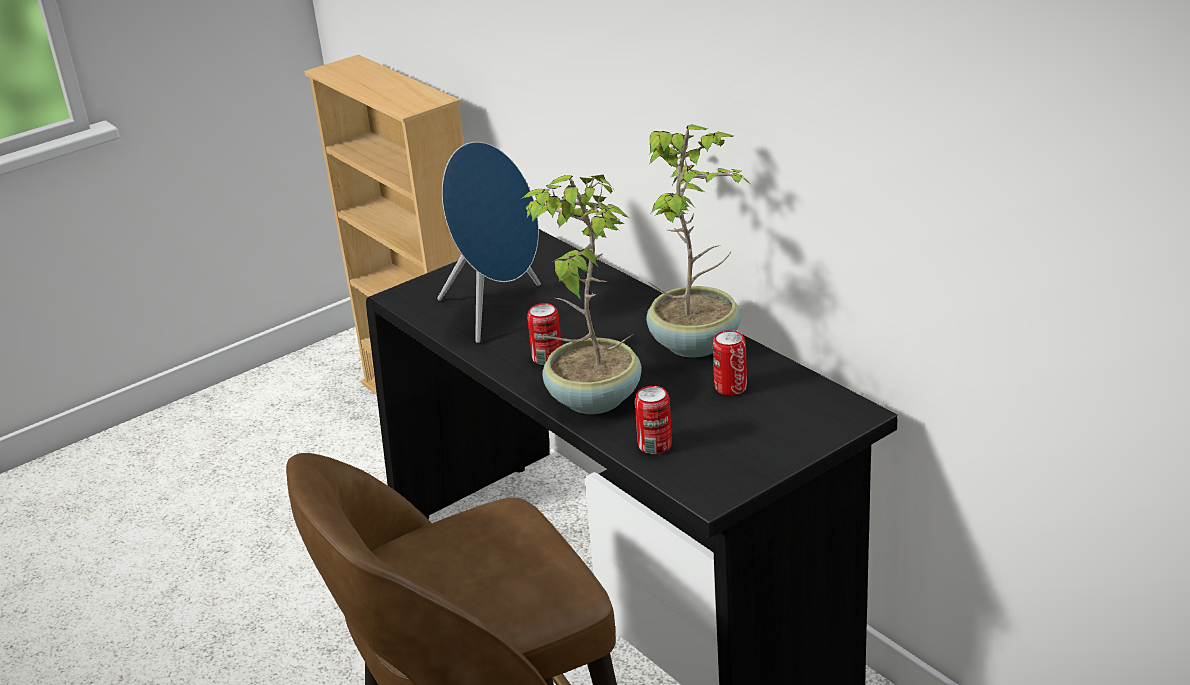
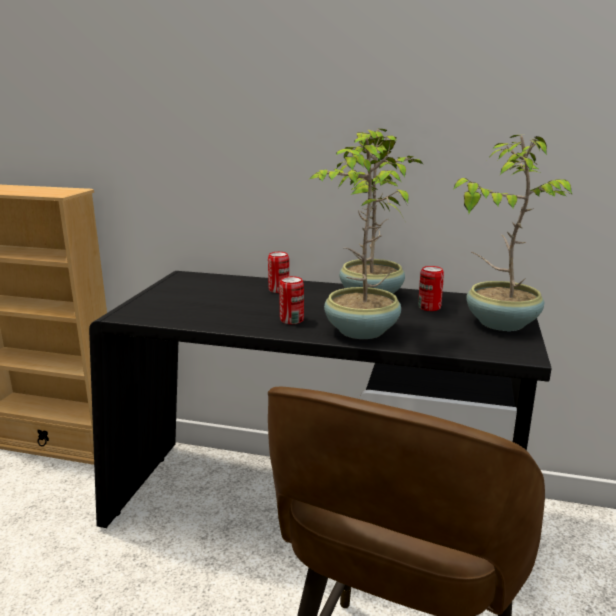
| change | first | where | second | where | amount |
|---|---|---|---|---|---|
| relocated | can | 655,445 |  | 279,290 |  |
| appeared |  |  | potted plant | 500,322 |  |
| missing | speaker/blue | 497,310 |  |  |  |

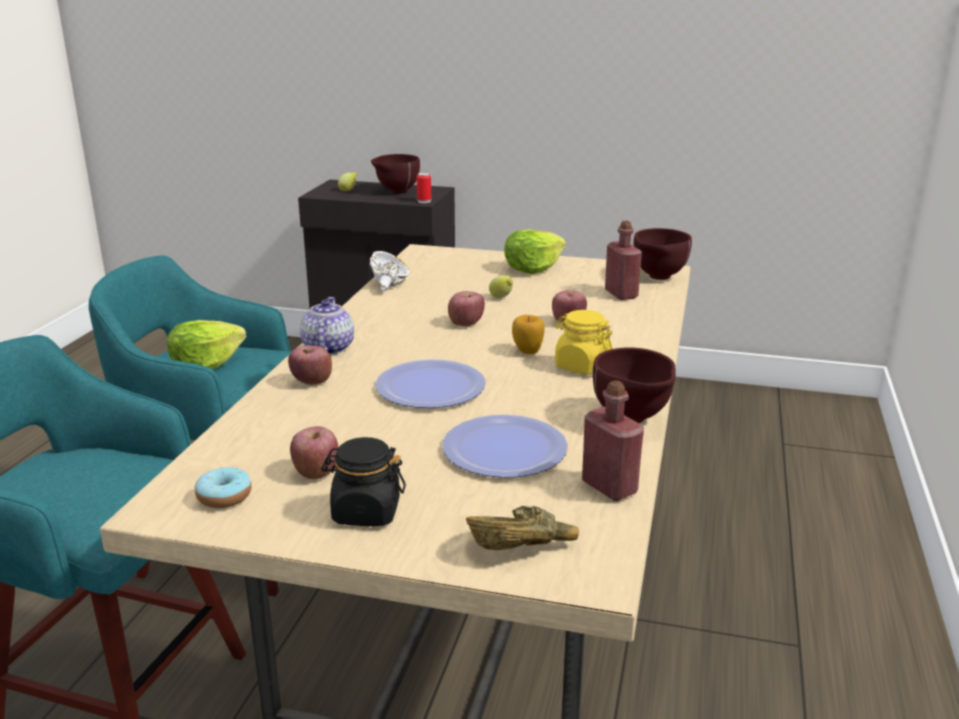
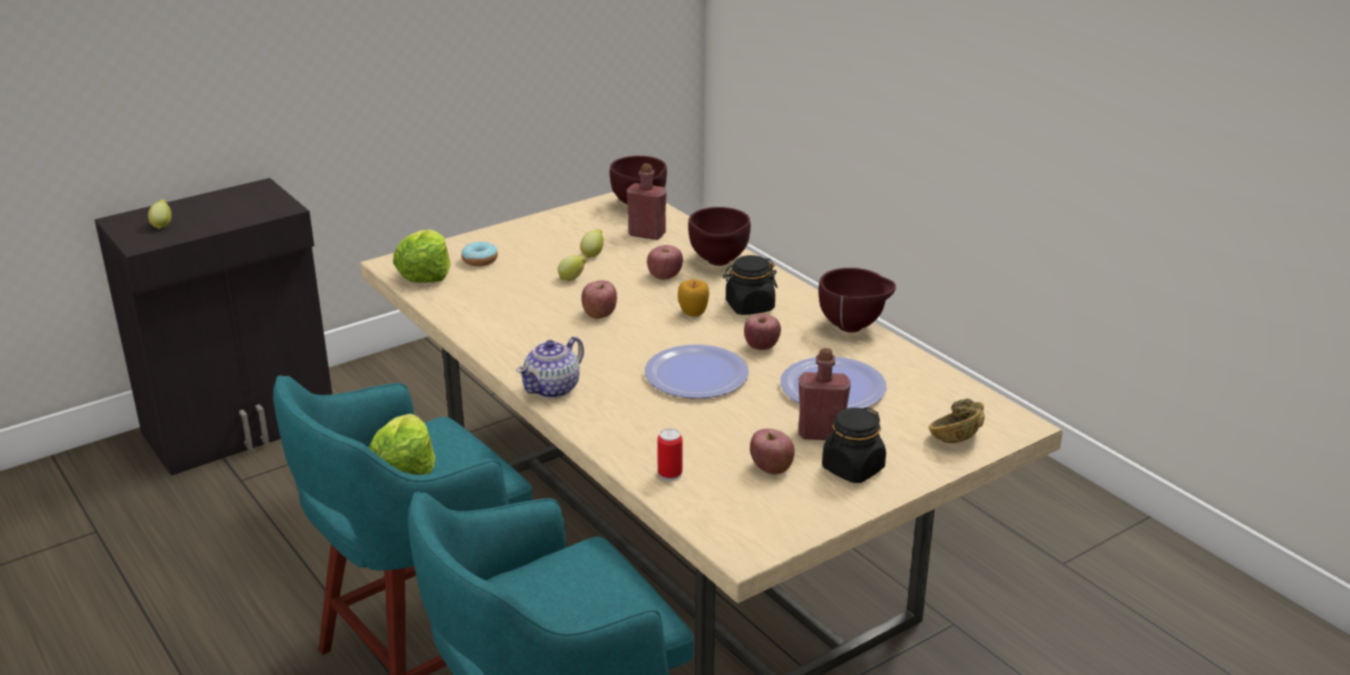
| change | first | where | second | where | amount |
|---|---|---|---|---|---|
| relocated | lettuce | 532,268 |  | 425,274 |  |
| relocated | donut | 224,497 |  | 480,260 |  |
| spun | teapot | 327,348 |  | 553,388 | 90 degrees counterclockwise |
| appeared |  |  | lemon | 593,254 |  |
| relocated | can | 424,201 |  | 670,474 |  |
| relocated | bowl/brown | 396,192 |  | 718,263 |  |
| colour | jar/yellow | 582,366 | jar/black | 749,306 |  |
| relocated | apple | 312,382 |  | 761,347 |  |
| relocated | bottle/red | 609,487 |  | 821,433 |  |
| missing | bowl/white | 390,285 |  |  |  |

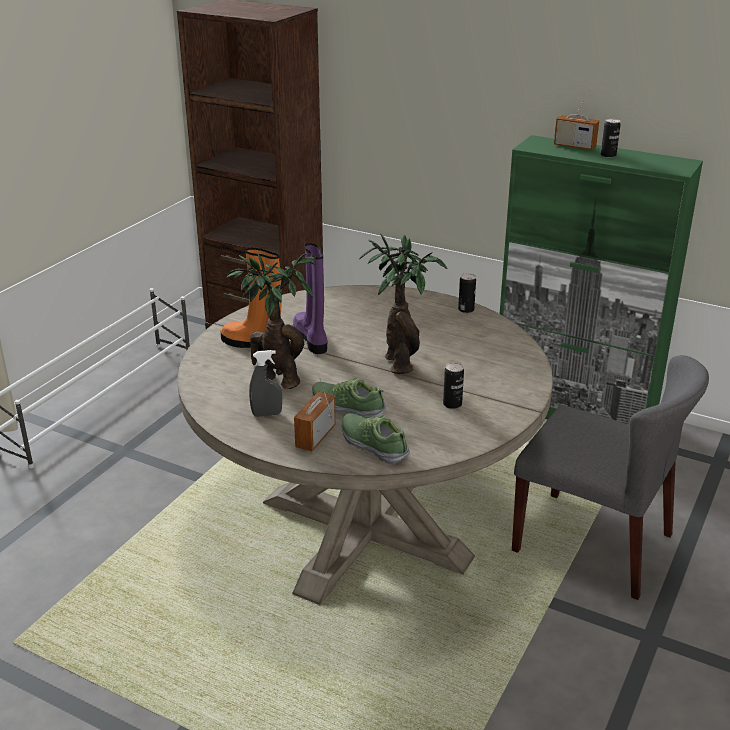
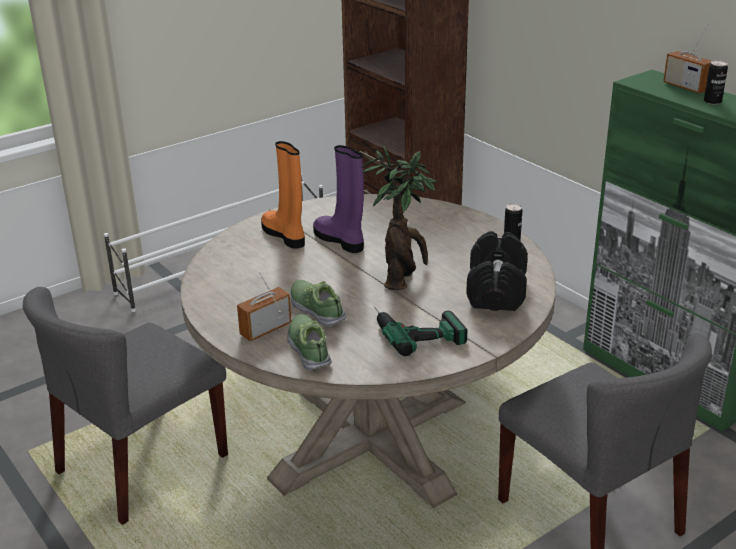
| change | first | where | second | where | amount |
|---|---|---|---|---|---|
| appeared |  |  | chair/grey | 142,465 |  |
| spun | boot/purple | 312,339 |  | 340,240 | 45 degrees counterclockwise |
| exchanged | can | 452,404 | power drill | 415,329 |  |
| appeared |  |  | dumbbell/black | 496,291 |  |
| missing | potted plant | 274,379 |  |  |  |
| missing | spray bottle/grey | 267,414 |  |  |  |

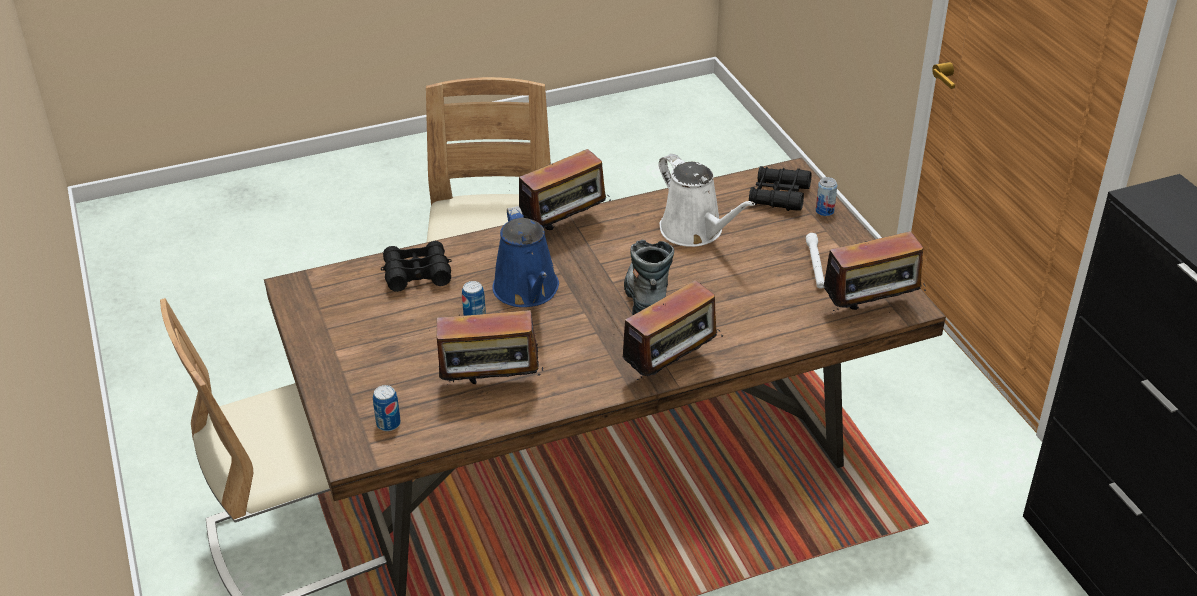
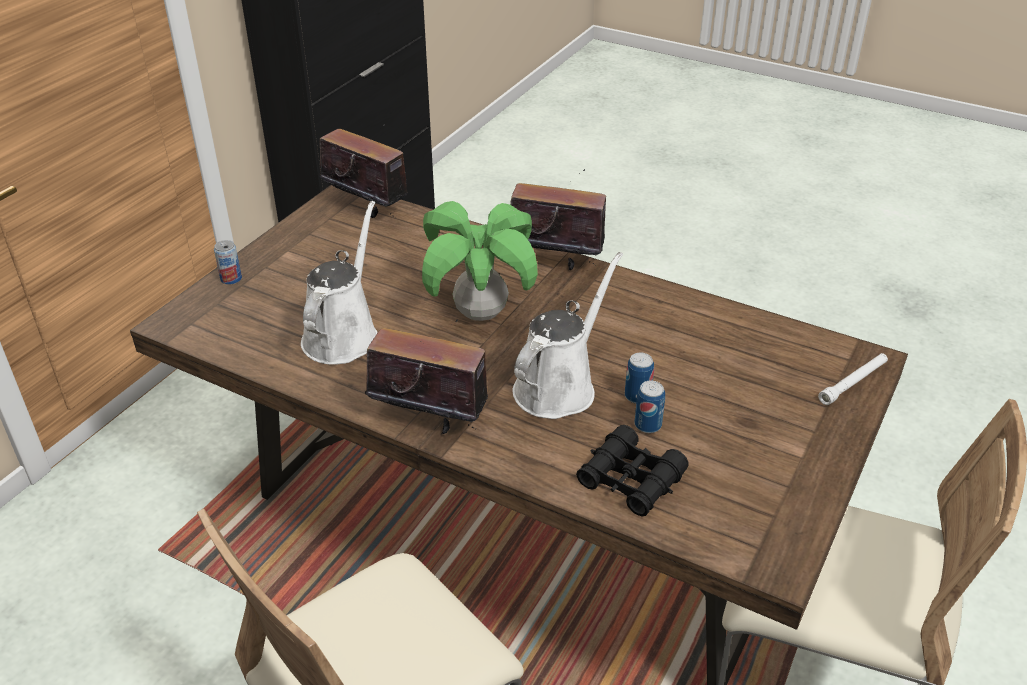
| change | first | where | second | where | amount |
|---|---|---|---|---|---|
| exchanged | boot | 648,298 | potted plant | 481,313 |  |
| colour | watering can/blue | 528,291 | watering can/white | 559,386 |  |
| relocated | can | 388,424 |  | 647,425 |  |
| relocated | flashlight/white | 815,265 |  | 853,383 |  |
| missing | radio | 491,387 |  |  |  |
| missing | binoculars/black | 779,196 |  |  |  |

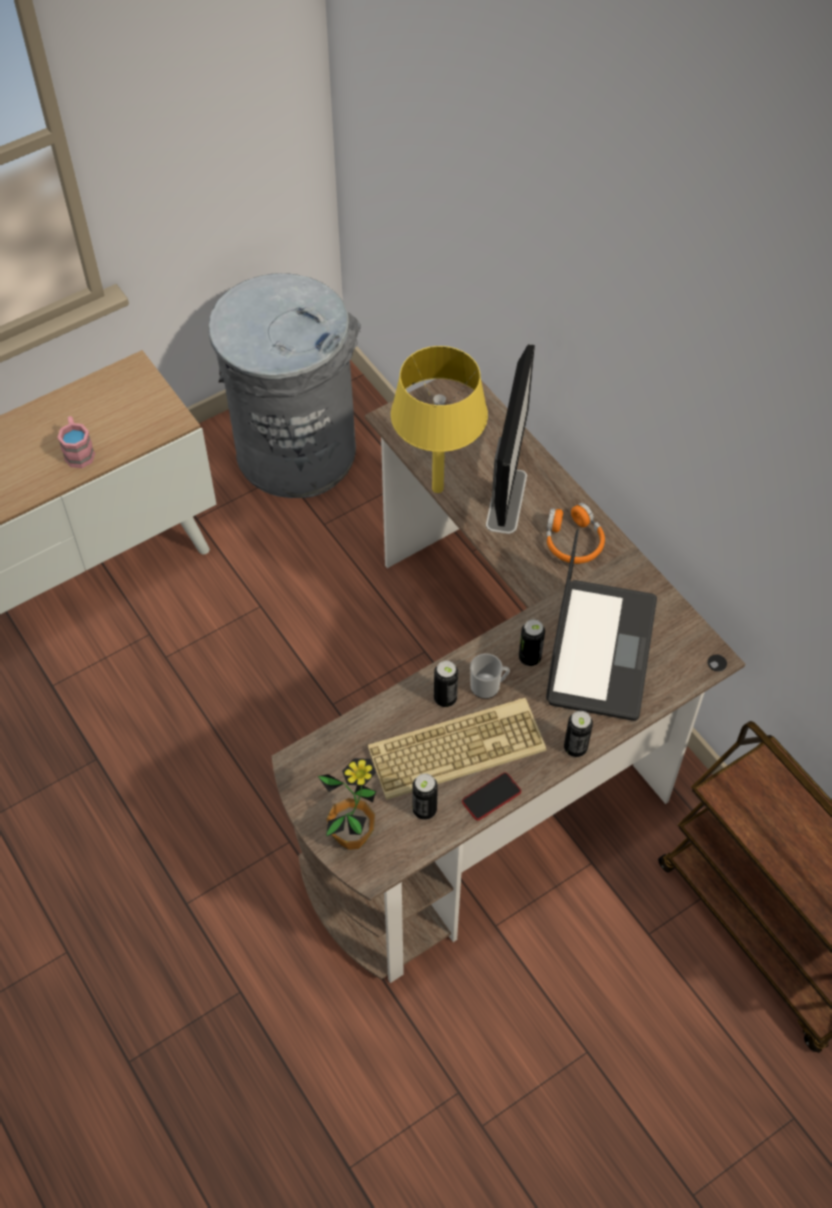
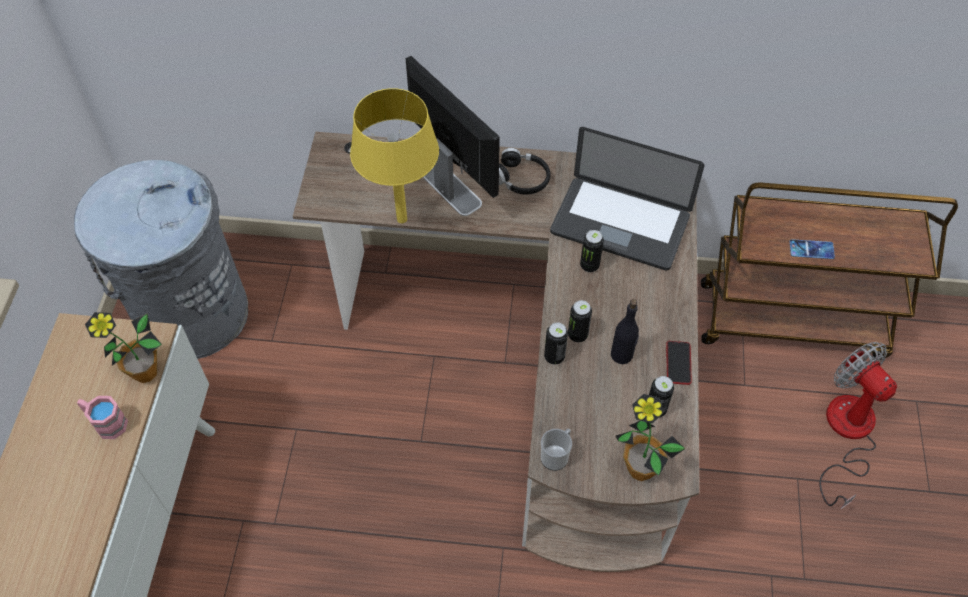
| change | first | where | second | where | amount |
|---|---|---|---|---|---|
| appeared |  |  | potted plant | 145,372 |  |
| colour | headphones/orange | 573,541 | headphones/black | 521,179 |  |
| relocated | mug | 488,686 |  | 556,455 |  |
| relocated | can | 575,748 |  | 554,357 |  |
| spun | laptop | 601,651 |  | 620,224 | 150 degrees clockwise |
| exchanged | keyboard | 457,746 | bottle/black | 622,355 |  |
| appeared |  |  | phone | 811,249 |  |
| appeared |  |  | fan | 847,433 |  |

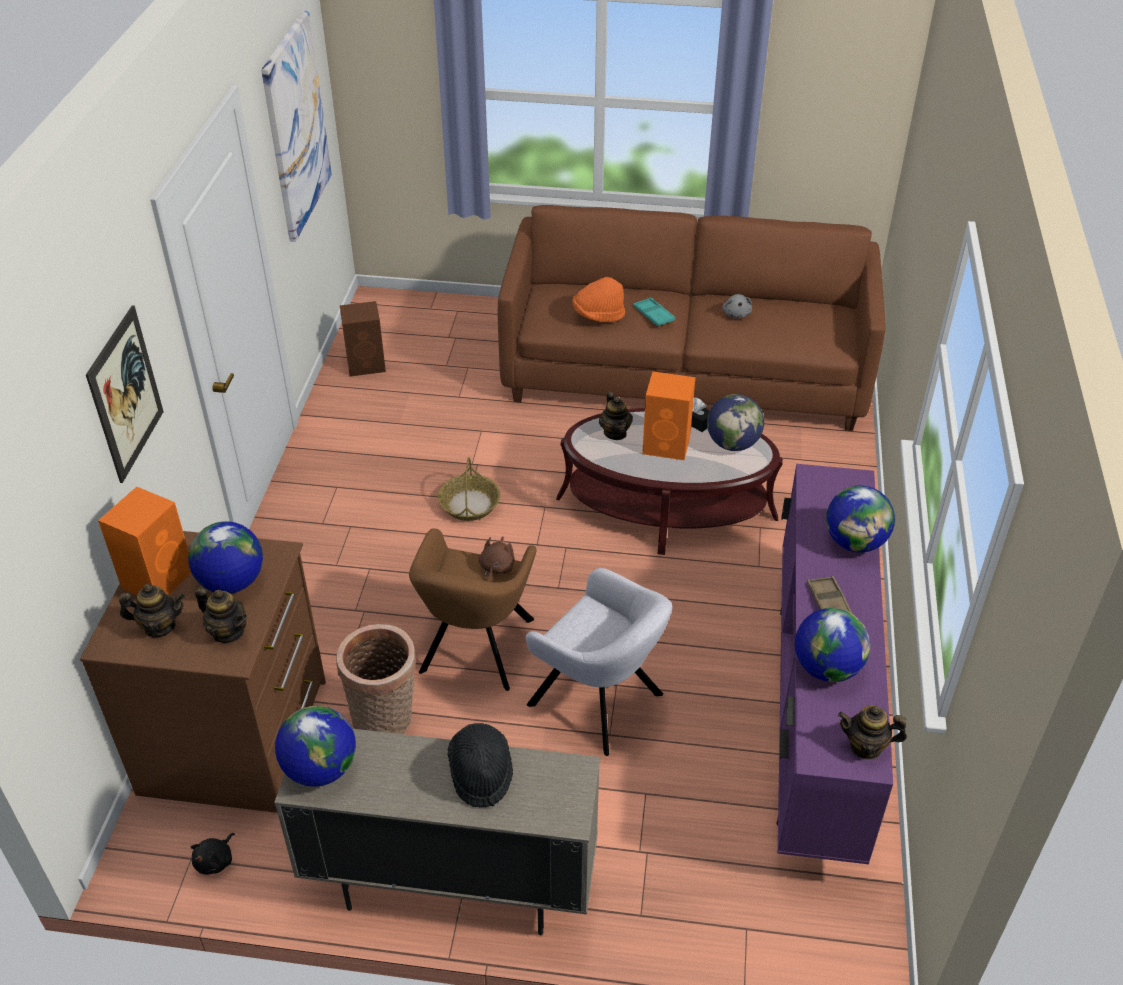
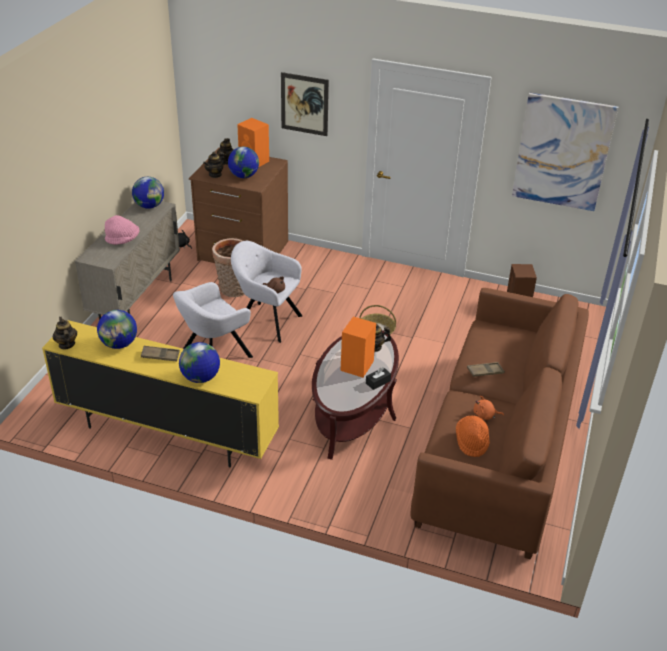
| change | first | where | second | where | amount |
|---|---|---|---|---|---|
| colour | tv stand/purple | 814,717 | tv stand/yellow | 166,433 |  |
| spun | teapot | 866,747 |  | 66,344 | 45 degrees counterclockwise |
| colour | hat/black | 481,774 | hat/pink | 123,240 |  |
| colour | armchair/brown | 475,649 | armchair/grey | 266,320 |  |
| relocated | hat/orange | 598,315 |  | 471,442 |  |
| colour | tray/turquoise | 653,315 | tray/brown | 485,371 |  |
| colour | plush toy/grey | 736,314 | plush toy/orange | 485,415 |  |
| missing | globe | 733,444 |  |  |  |

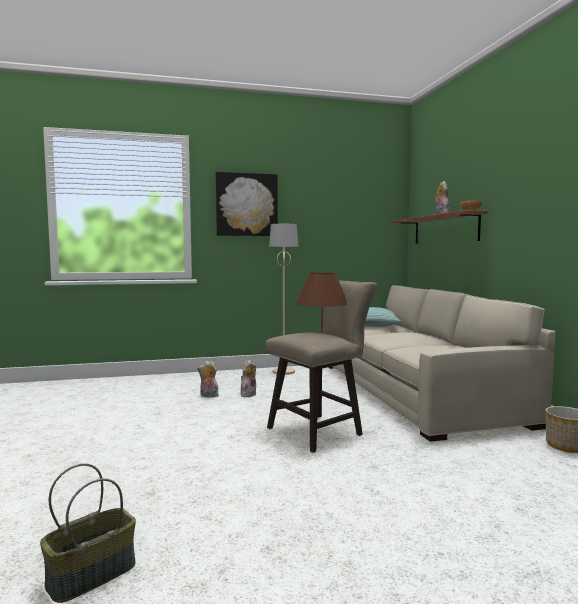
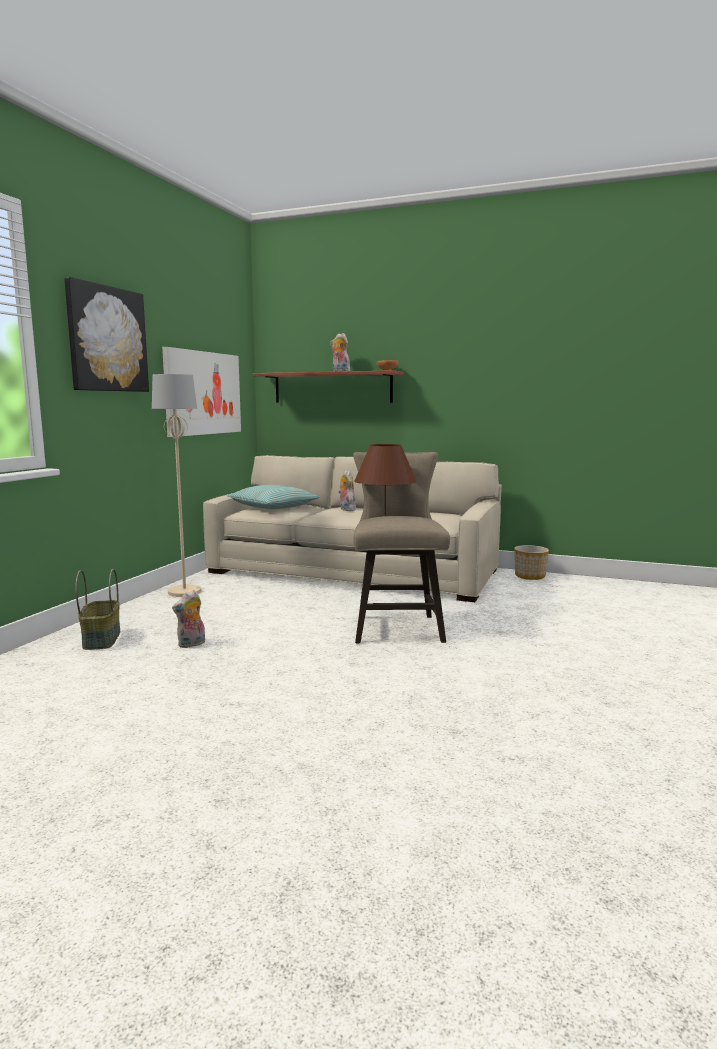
| change | first | where | second | where | amount |
|---|---|---|---|---|---|
| relocated | basket | 92,574 |  | 101,639 |  |
| appeared |  |  | picture | 203,393 |  |
| relocated | plush toy | 248,394 |  | 346,509 |  |

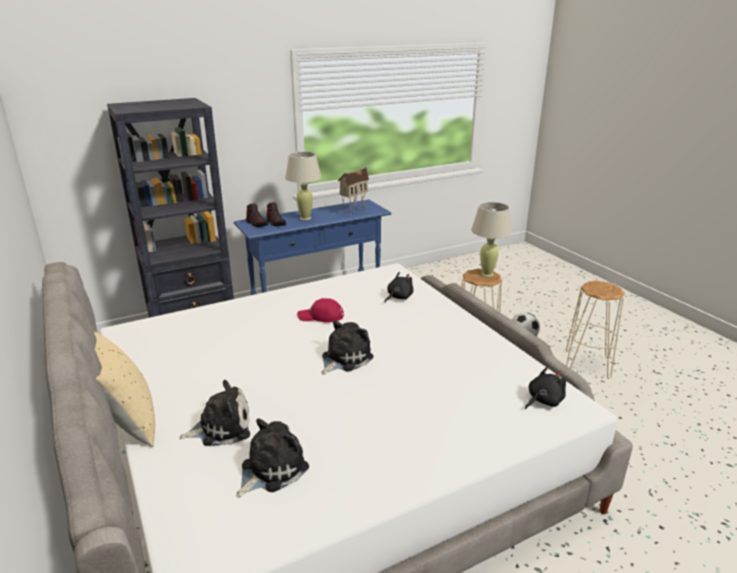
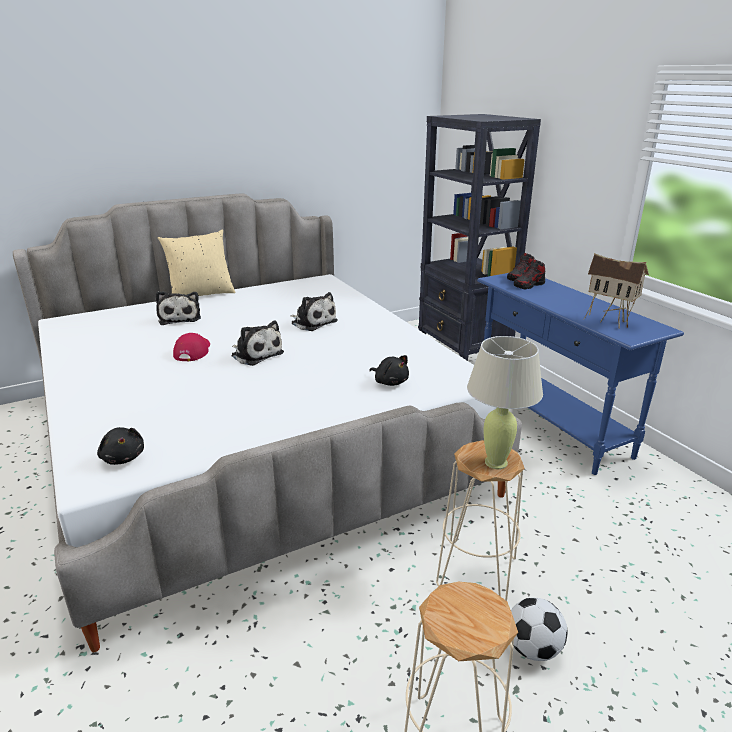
| change | first | where | second | where | amount |
|---|---|---|---|---|---|
| relocated | cap/red | 321,316 |  | 193,351 |  |
| relocated | plush toy | 271,469 |  | 312,322 |  |
| missing | table lamp/beige | 305,218 |  |  |  |

